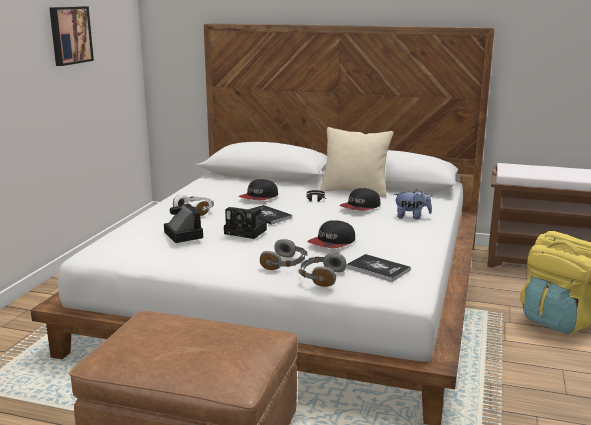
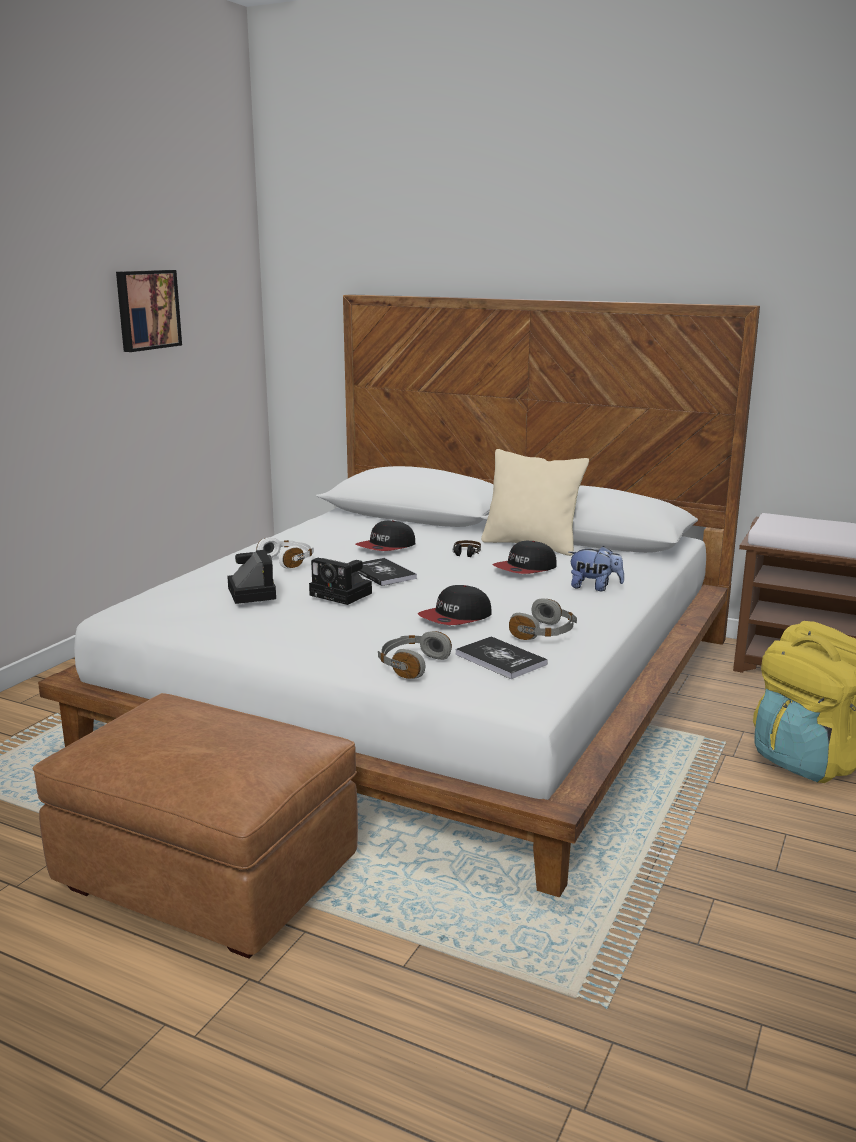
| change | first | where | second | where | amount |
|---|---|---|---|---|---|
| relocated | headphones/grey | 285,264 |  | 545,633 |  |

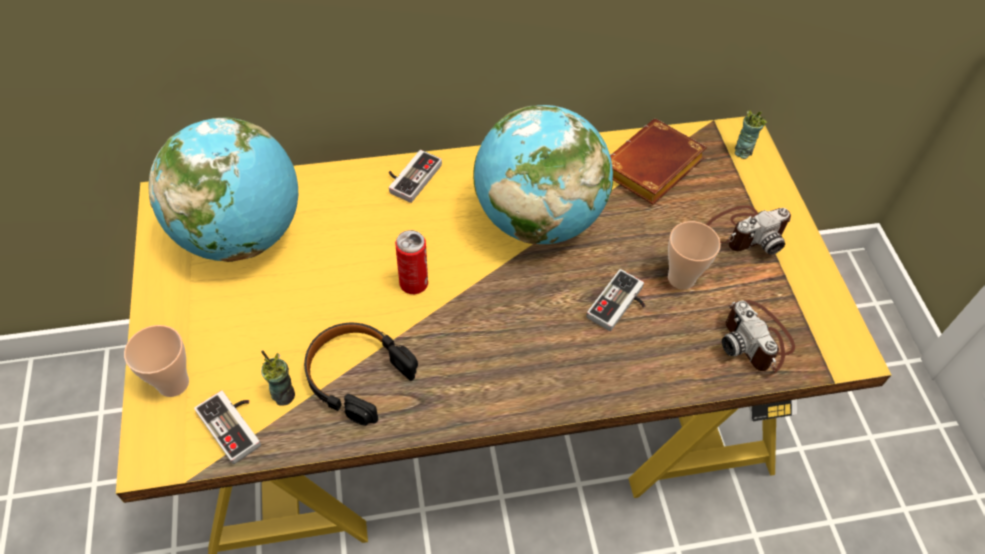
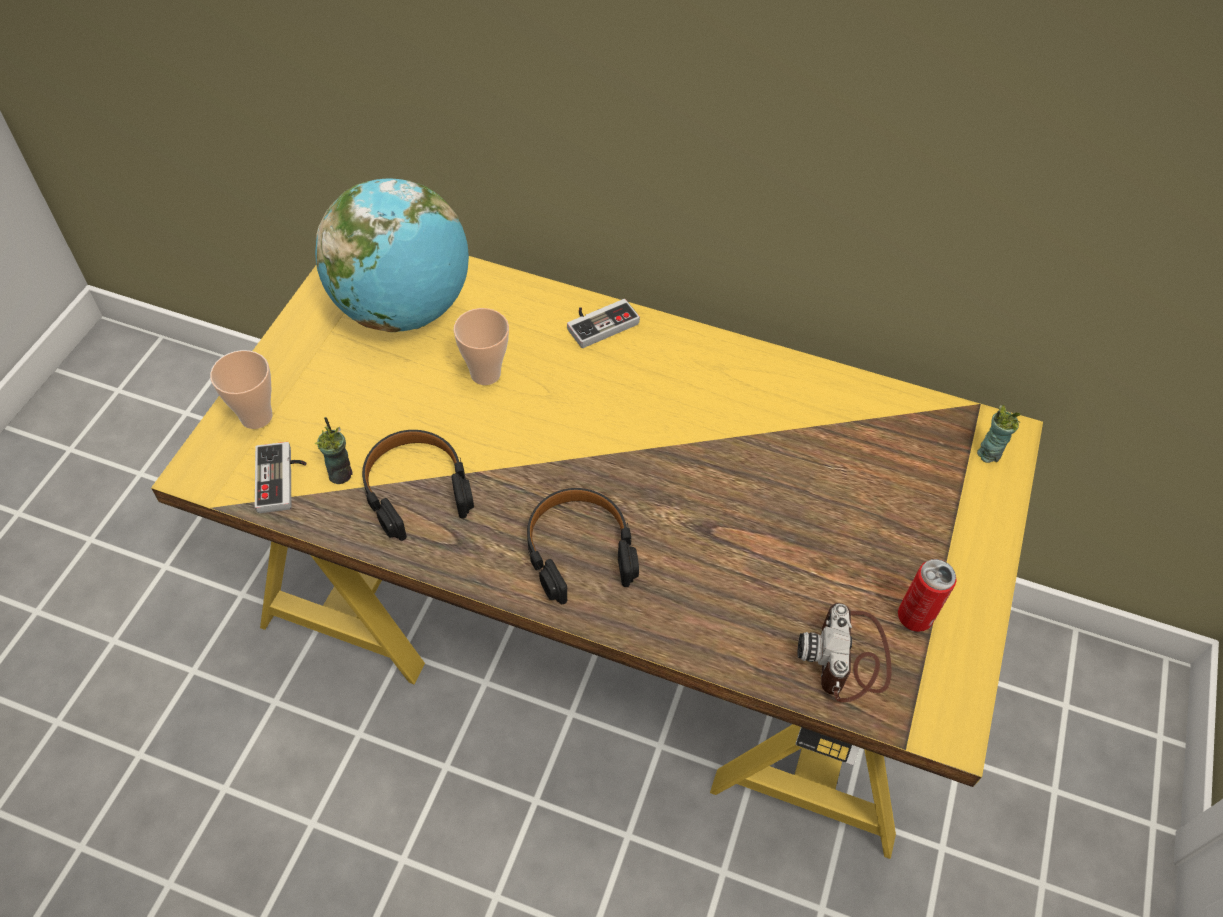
| change | first | where | second | where | amount |
|---|---|---|---|---|---|
| relocated | cup | 681,278 |  | 485,373 |  |
| appeared |  |  | headphones/black | 579,550 |  |
| relocated | can | 413,283 |  | 914,616 |  |
| missing | globe | 537,219 |  |  |  |
| missing | game controller | 620,306 |  |  |  |
| missing | book/brown | 652,170 |  |  |  |
| missing | photo camera | 745,231 |  |  |  |

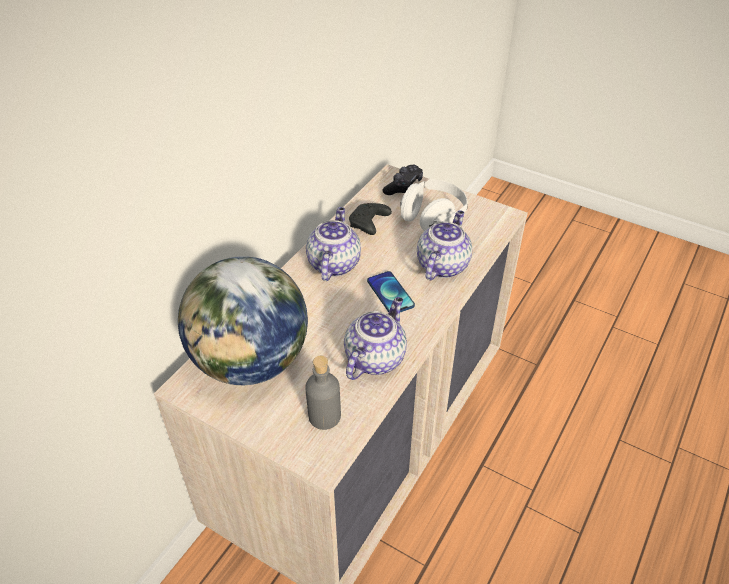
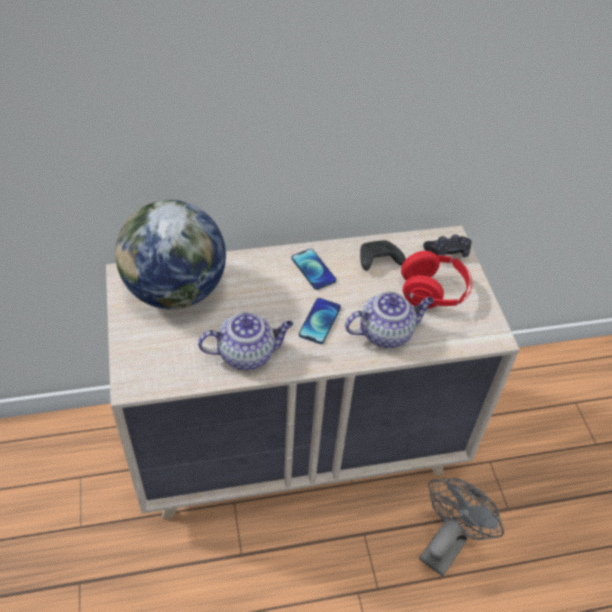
| change | first | where | second | where | amount |
|---|---|---|---|---|---|
| exchanged | teapot | 333,263 | phone | 313,270 |  |
| colour | headphones/white | 432,218 | headphones/red | 433,293 |  |
| appeared |  |  | fan/grey | 446,543 |  |
| missing | bottle/grey | 324,416 |  |  |  |

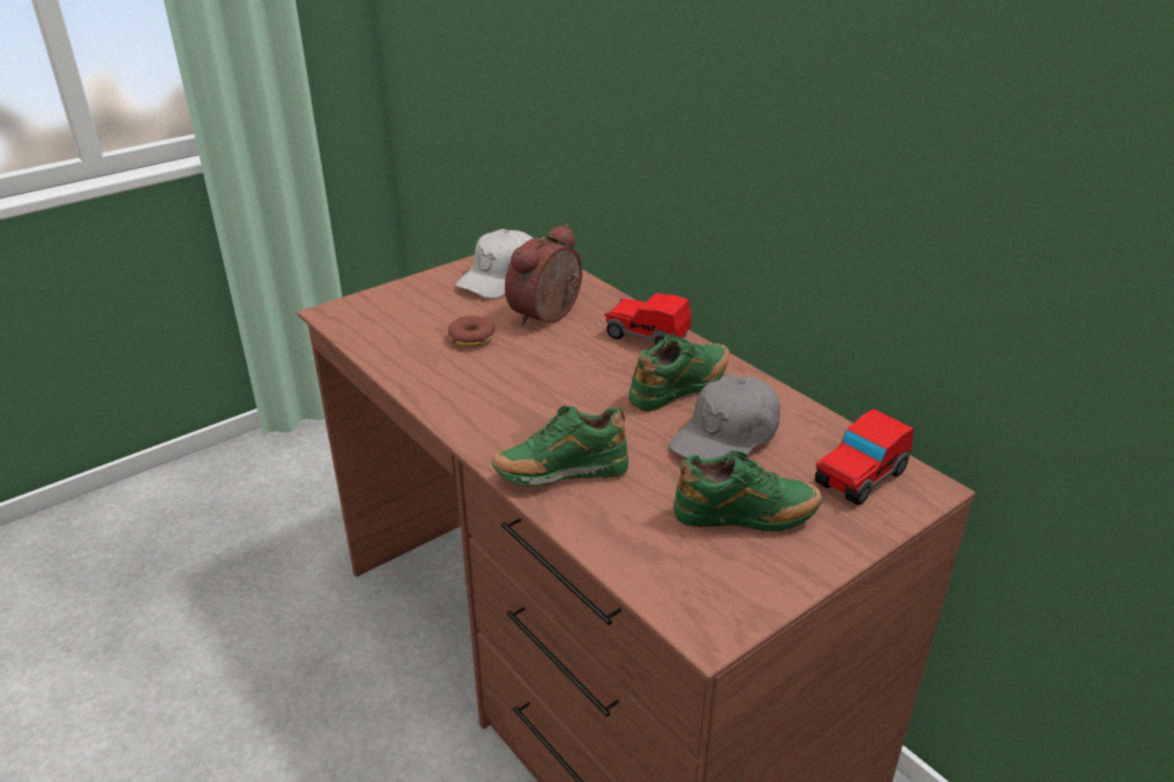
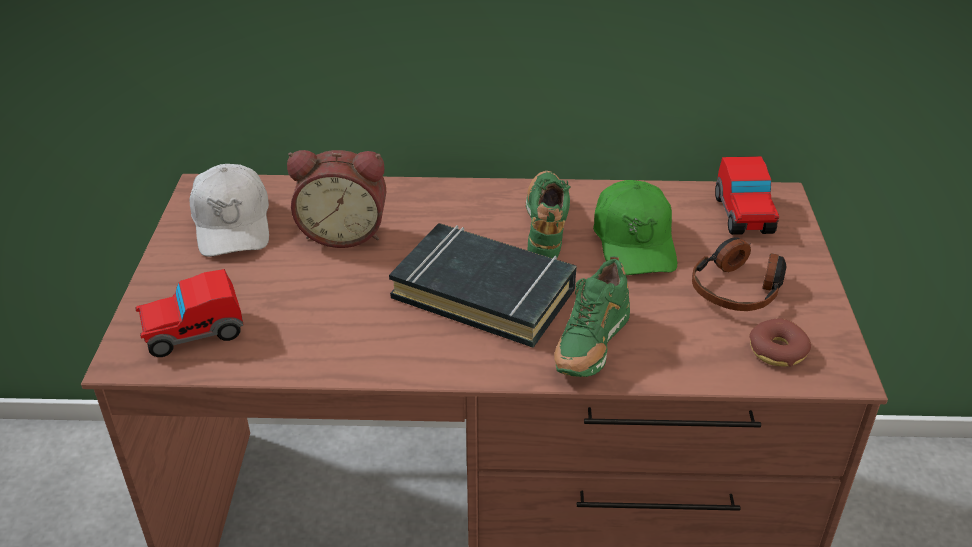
| change | first | where | second | where | amount |
|---|---|---|---|---|---|
| relocated | toy car | 646,337 |  | 193,333 |  |
| spun | alarm clock | 549,316 |  | 344,232 | 75 degrees counterclockwise |
| appeared |  |  | book/black | 484,292 |  |
| colour | cap/grey | 726,438 | cap/green | 634,242 |  |
| exchanged | shoe/green | 745,518 | headphones | 738,288 |  |
| relocated | donut | 472,338 |  | 777,350 |  |

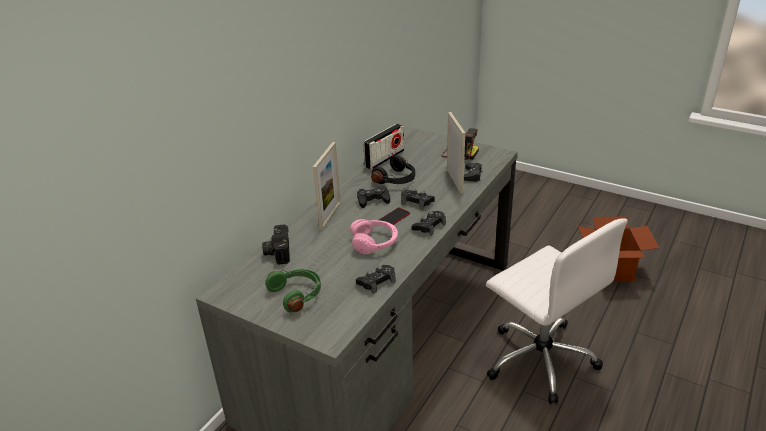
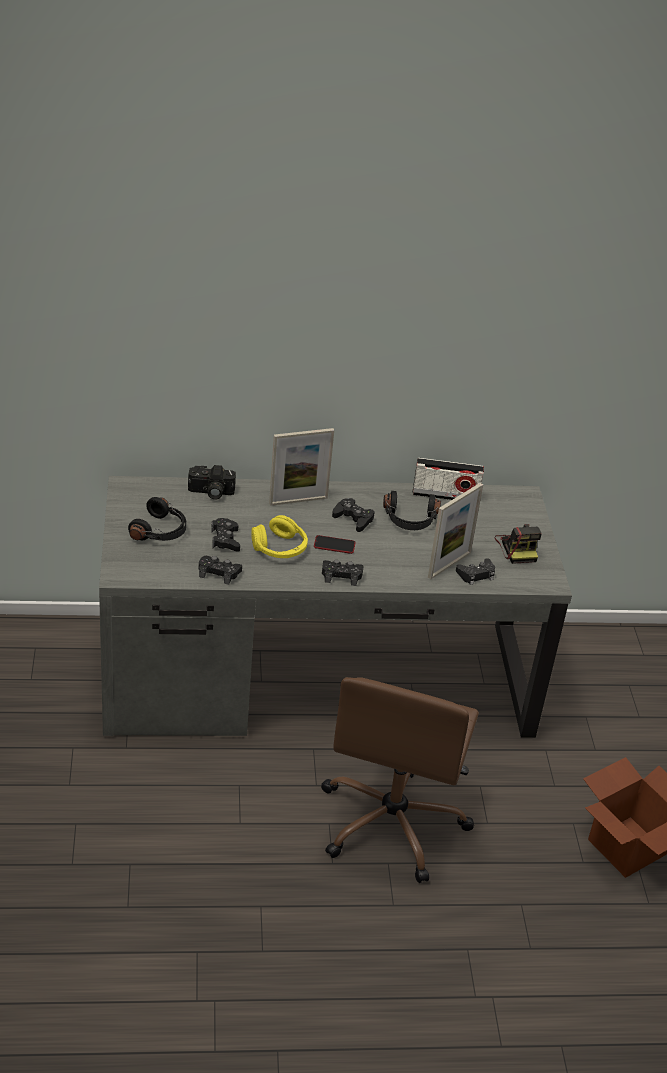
| change | first | where | second | where | amount |
|---|---|---|---|---|---|
| colour | headphones/green | 297,294 | headphones/black | 160,531 |  |
| spun | photo camera | 277,252 |  | 210,492 | 135 degrees counterclockwise |
| relocated | game controller/black | 417,202 |  | 225,539 |  |
| colour | headphones/pink | 374,242 | headphones/yellow | 280,548 |  |
| colour | office chair/white | 539,358 | office chair/brown | 392,822 |  |

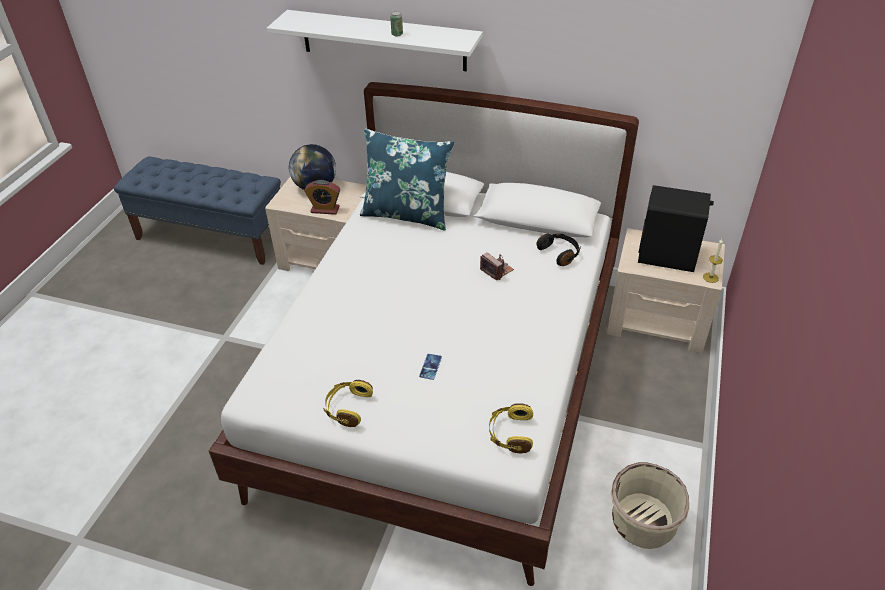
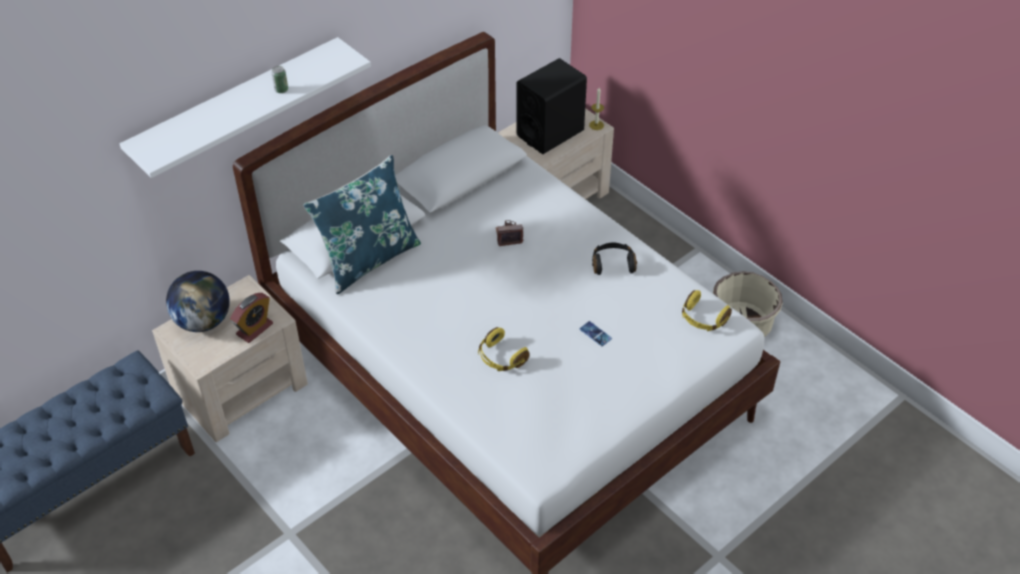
| change | first | where | second | where | amount |
|---|---|---|---|---|---|
| relocated | headphones/yellow | 347,408 |  | 501,358 |  |
| relocated | headphones/black | 559,253 |  | 613,264 |  |

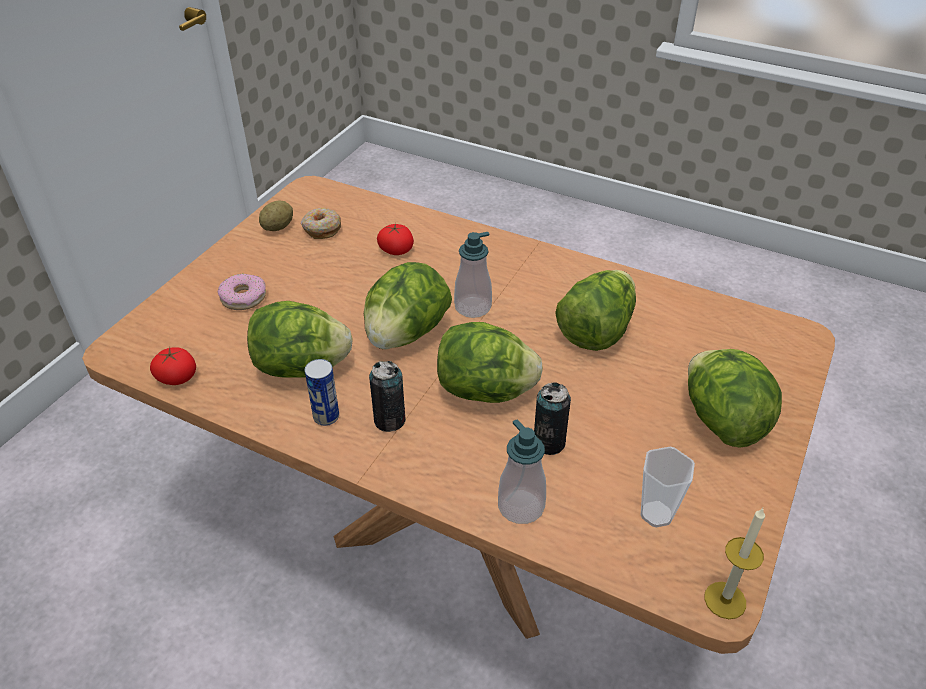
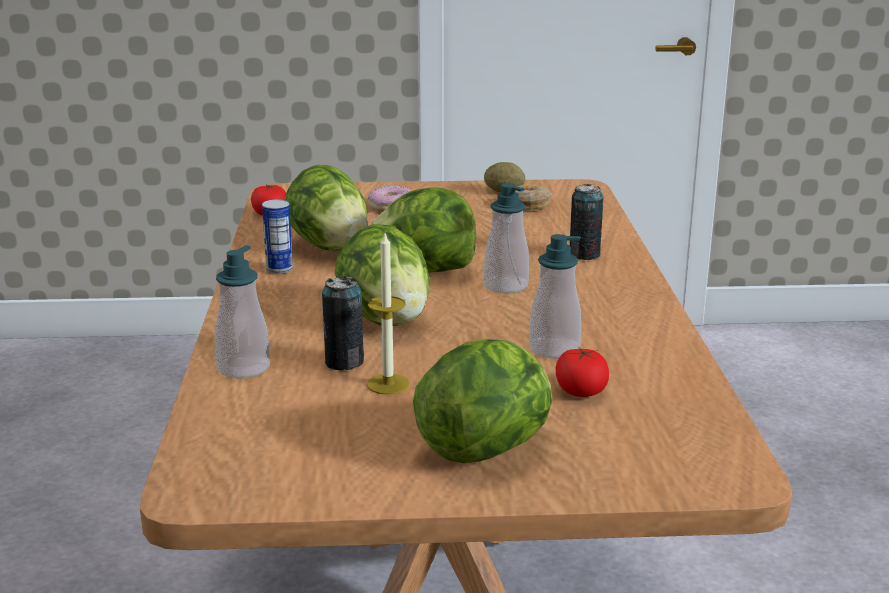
| change | first | where | second | where | amount |
|---|---|---|---|---|---|
| relocated | candle | 725,600 |  | 388,384 |  |
| exchanged | lettuce | 596,330 | soap dispenser | 554,349 |  |
| relocated | tomato | 396,250 |  | 581,390 |  |
| relocated | can | 389,420 |  | 584,255 |  |
| missing | cup | 656,514 |  |  |  |

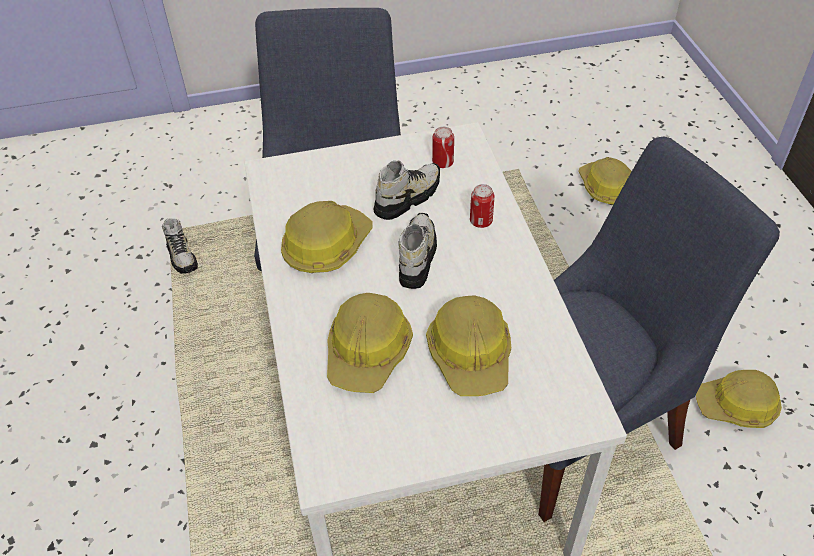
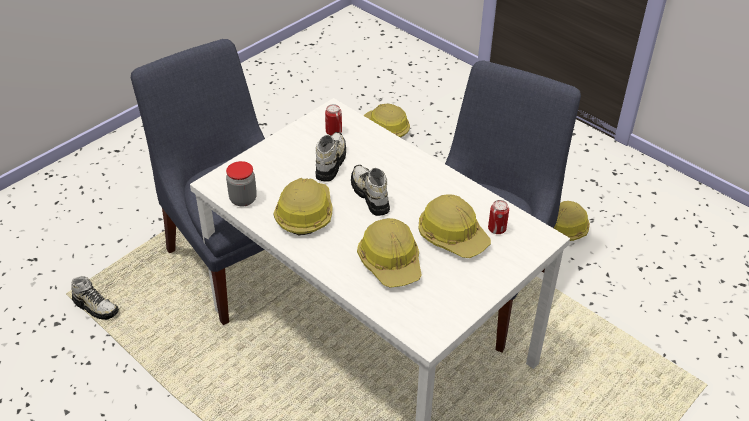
| change | first | where | second | where | amount |
|---|---|---|---|---|---|
| appeared |  |  | jar | 243,199 |  |
| relocated | can | 481,221 |  | 497,229 |  |

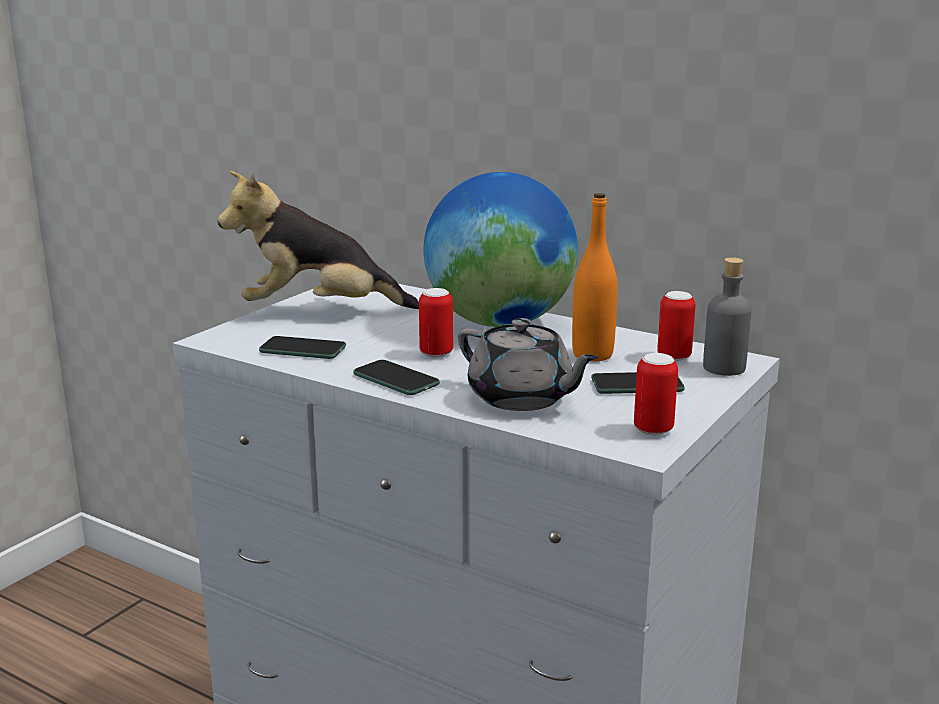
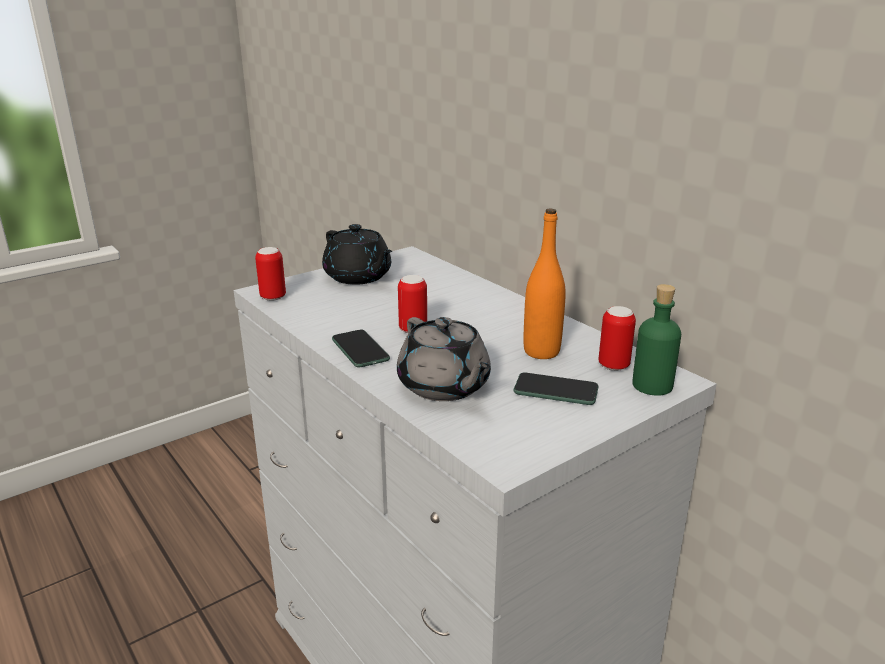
| change | first | where | second | where | amount |
|---|---|---|---|---|---|
| relocated | can | 653,429 |  | 273,297 |  |
| exchanged | plush toy | 318,311 | teapot/black | 358,277 |  |
| colour | bottle/grey | 724,368 | bottle/green | 652,385 |  |
| missing | phone | 303,349 |  |  |  |
| missing | globe | 499,323 |  |  |  |

